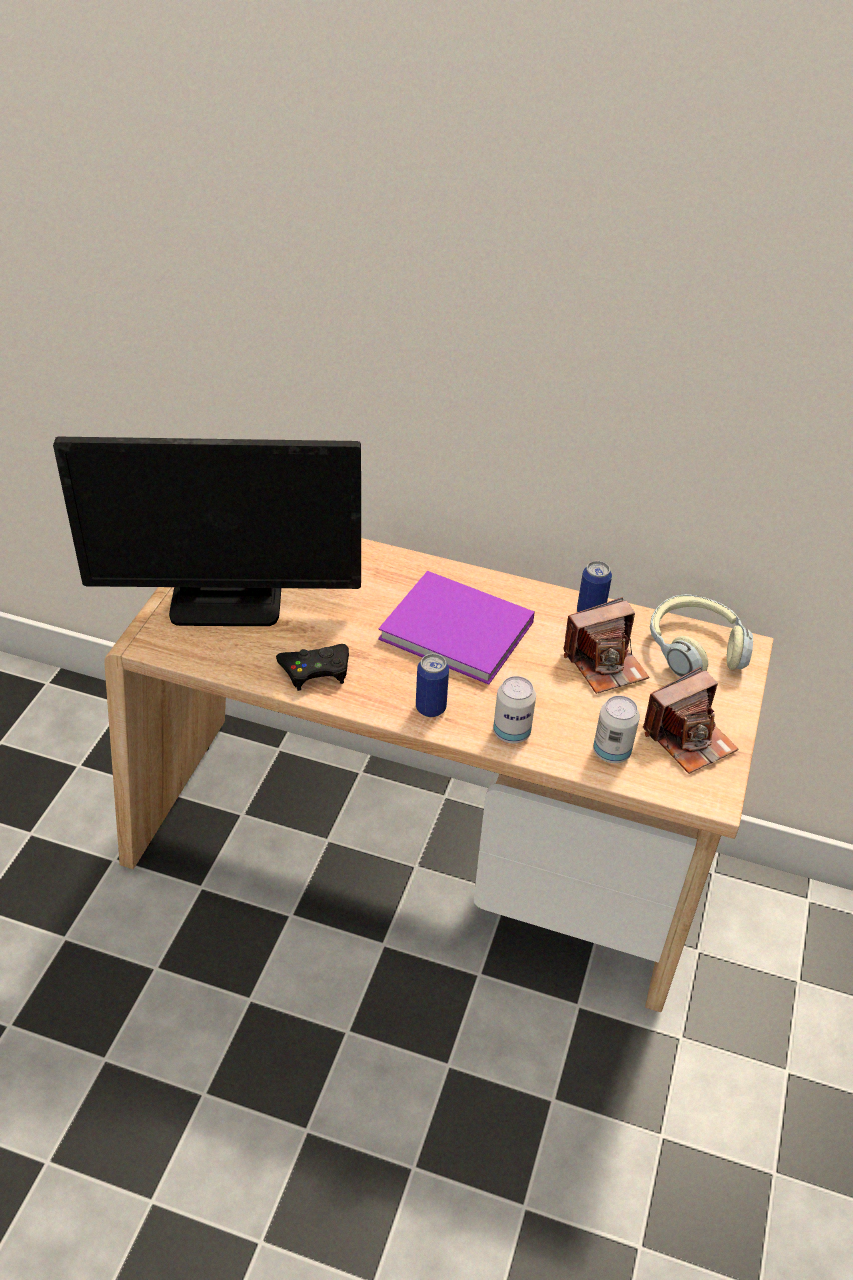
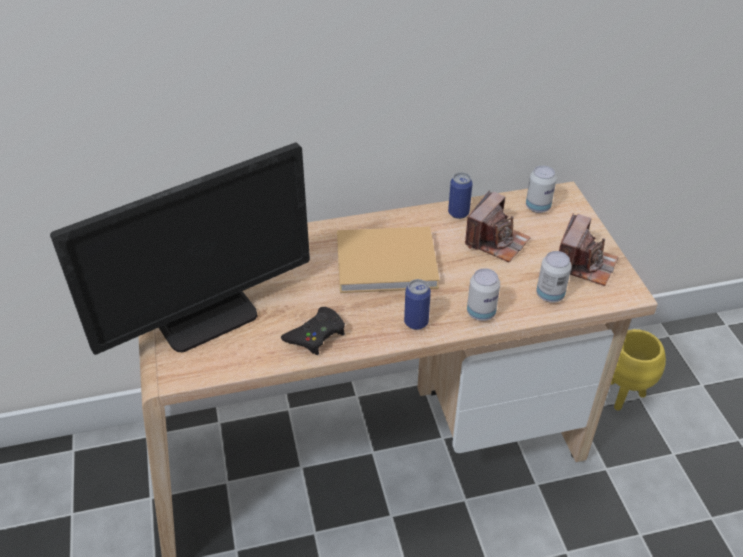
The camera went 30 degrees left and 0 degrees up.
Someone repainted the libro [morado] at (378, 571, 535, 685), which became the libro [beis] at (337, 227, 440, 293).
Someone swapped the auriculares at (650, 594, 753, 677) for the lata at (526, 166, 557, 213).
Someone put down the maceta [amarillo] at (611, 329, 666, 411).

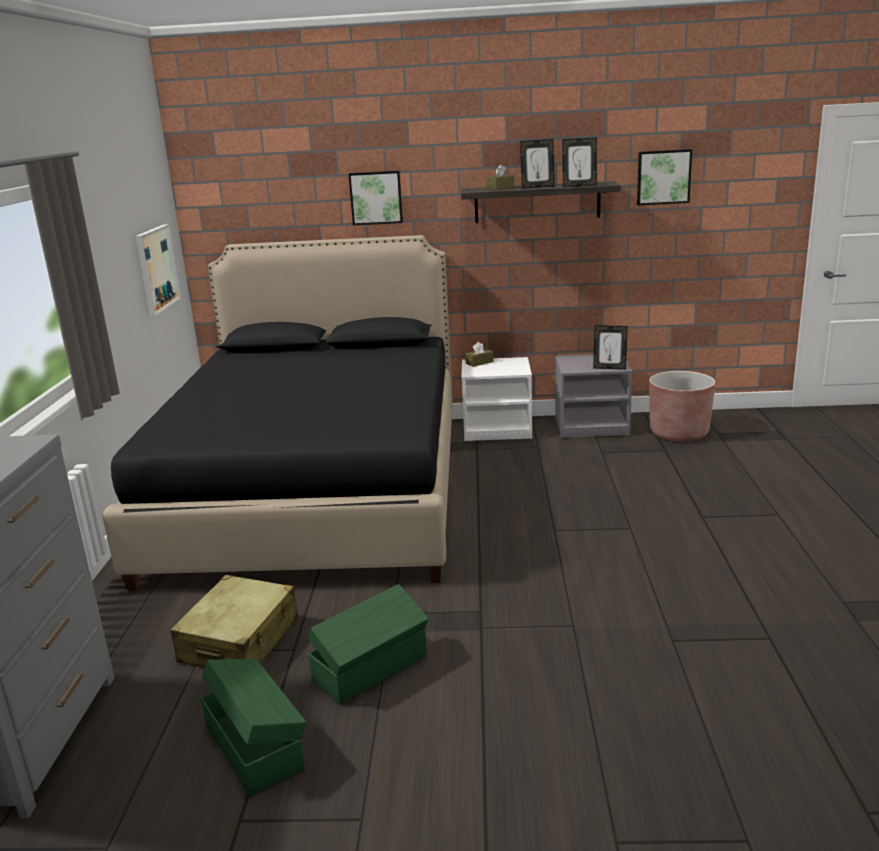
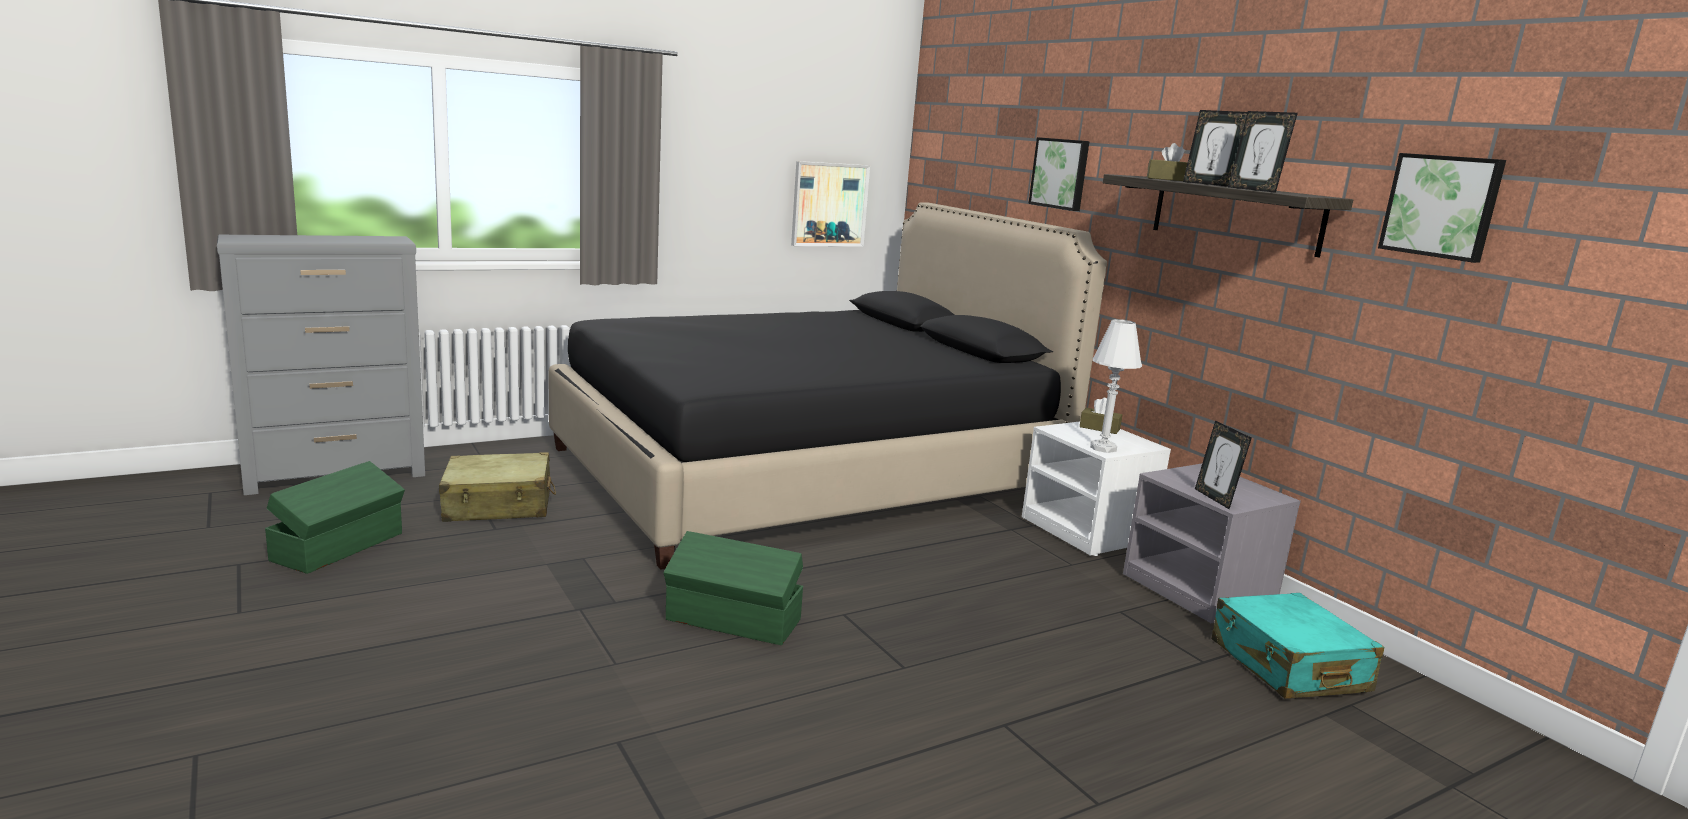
The camera went 55 degrees right and 5 degrees down.
Someone carried the caja de almacenaje [verde] from (308, 584, 428, 705) to (664, 531, 803, 645).
Someone swapped the maceta [marrón] at (649, 371, 715, 442) for the maleta [turquesa] at (1212, 593, 1384, 699).
Someone put down the lámpara de mesa [blanco] at (1090, 319, 1142, 453).

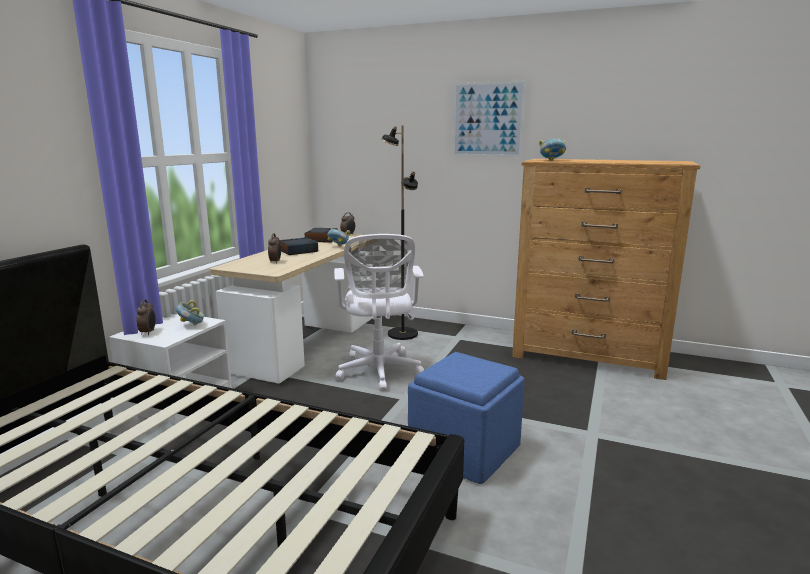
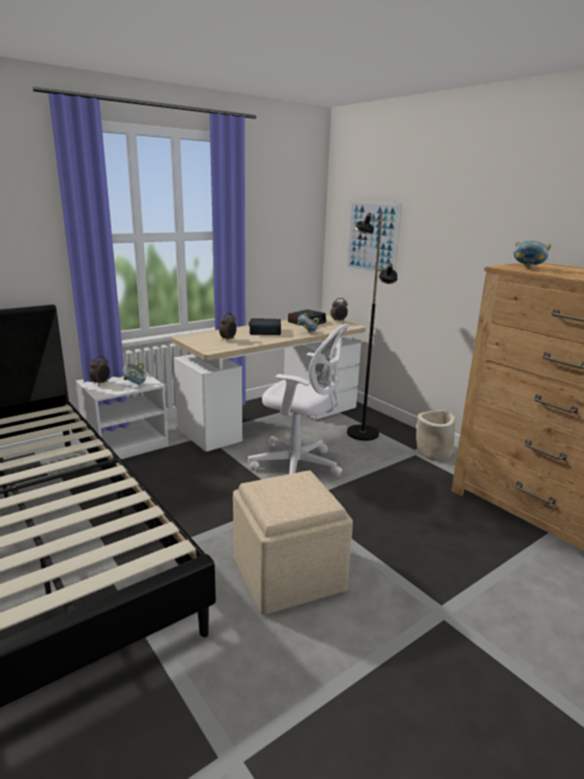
The camera went 30 degrees right and 5 degrees up.
Someone rotated the silla de oficina [blanco] at (334, 234, 424, 391) by 90 degrees counterclockwise.
Someone repainted the puf [azul] at (408, 352, 524, 484), which became the puf [beis] at (233, 470, 353, 614).
Someone carried the cuadro from (452, 81, 526, 157) to (346, 201, 402, 275).
Someone put down the maceta [beis] at (416, 410, 455, 460).

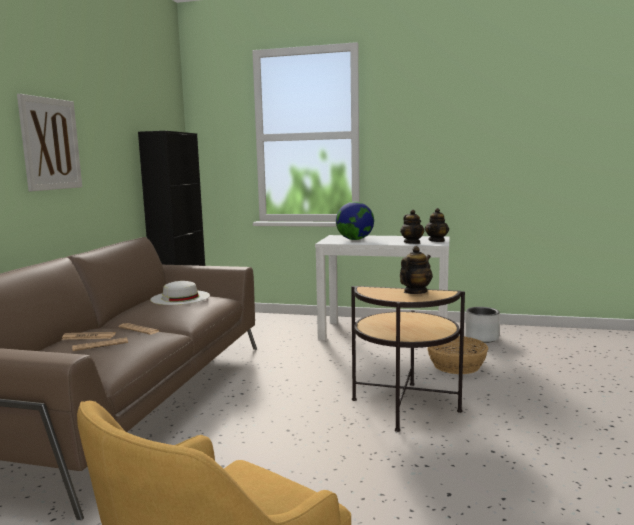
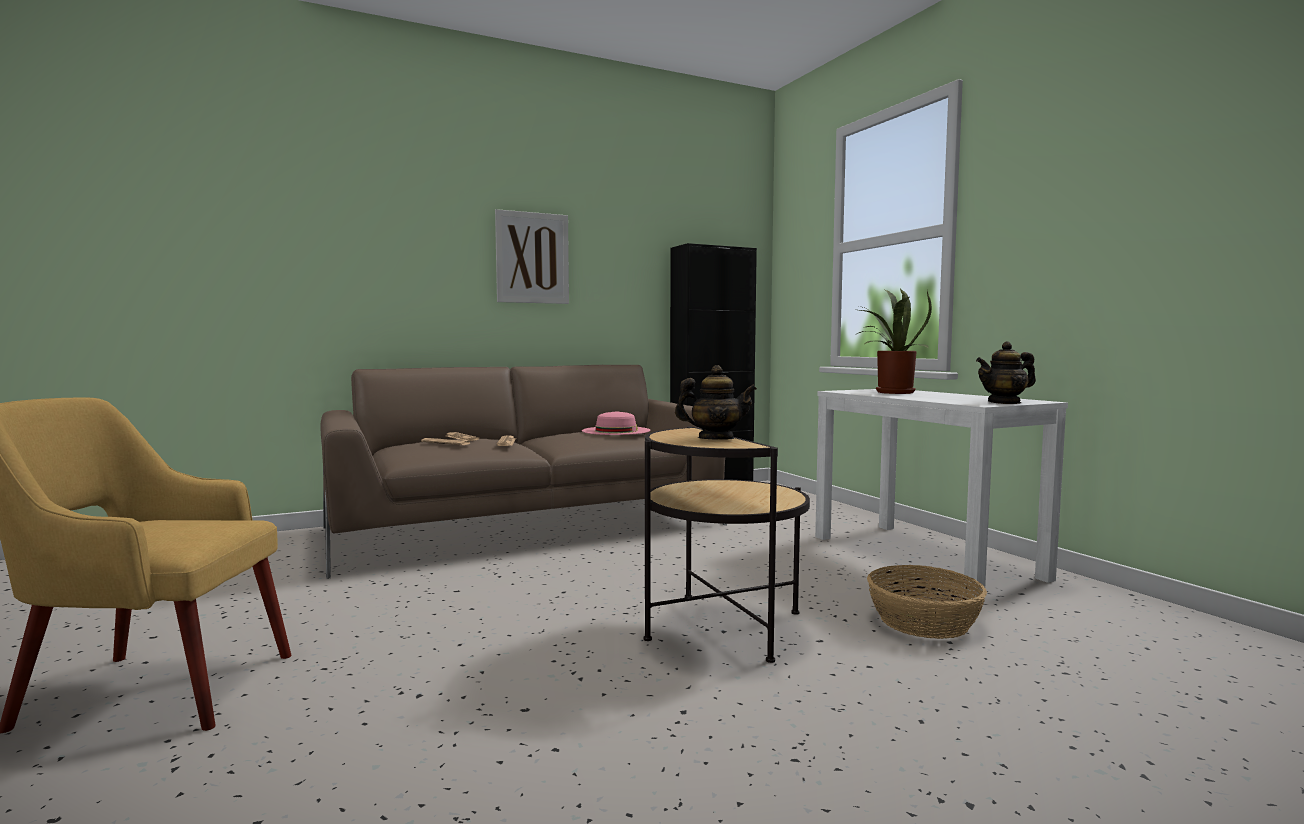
The camera went 50 degrees right and 5 degrees down.
Someone repainted the sombrero [blanco] at (150, 281, 210, 305), which became the sombrero [rosa] at (582, 411, 650, 435).
Someone swapped the globo terráqueo at (336, 202, 374, 240) for the planta en maceta at (854, 289, 932, 394).
Someone took away the tetera at (400, 210, 424, 244).
Someone took away the maceta [gris] at (465, 307, 500, 343).

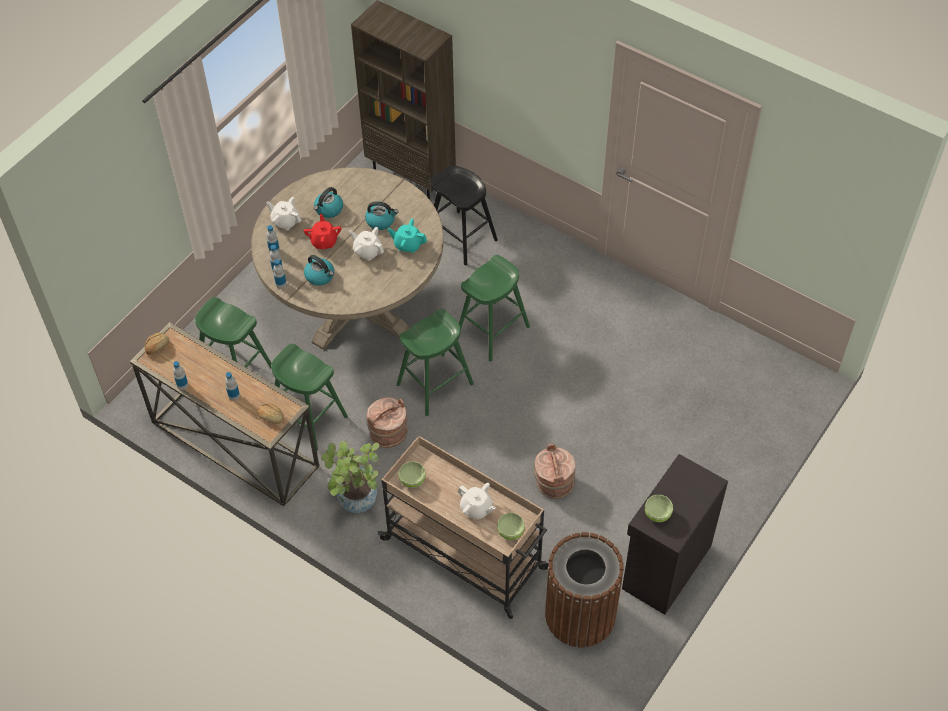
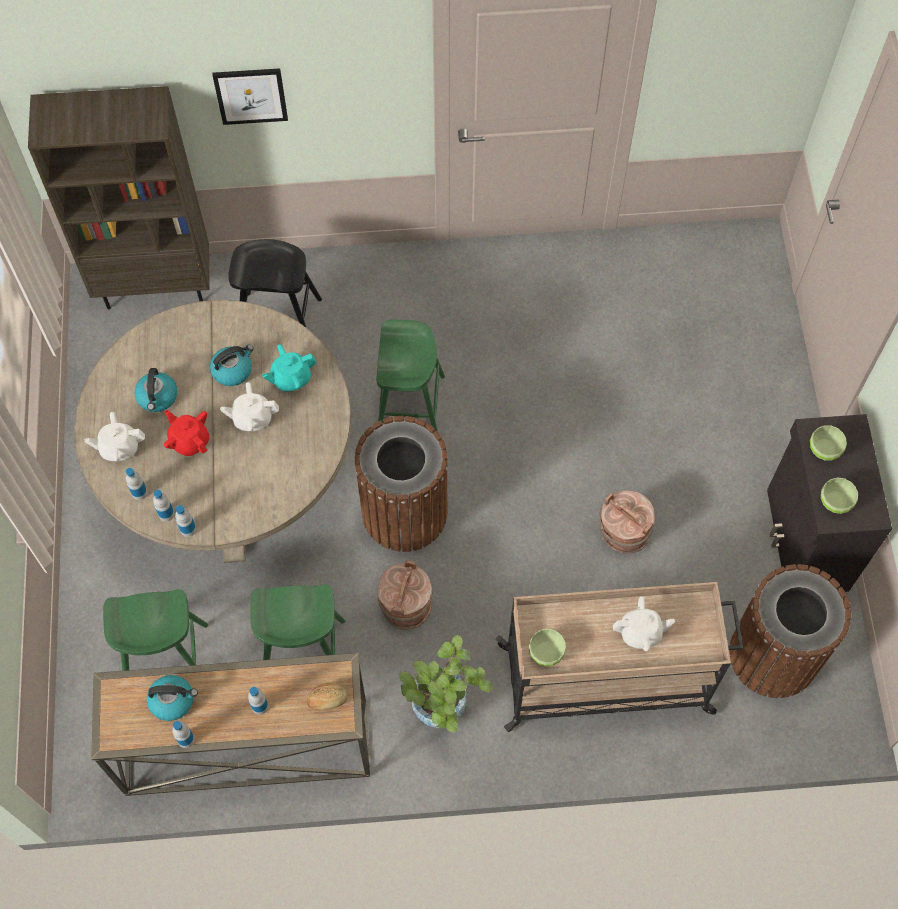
The camera went 40 degrees left and 10 degrees up.
Someone took away the pan at (145, 333, 169, 355).
Someone carried the hervidor from (304, 255, 334, 286) to (147, 675, 198, 721).
Someone swapped the taburete [verde] at (397, 309, 474, 416) for the papelera [marrón] at (354, 416, 448, 552).
Someone carried the cuenco [verde] from (497, 513, 525, 540) to (810, 425, 847, 461).
Someone put up the cuadro at (213, 68, 288, 125).

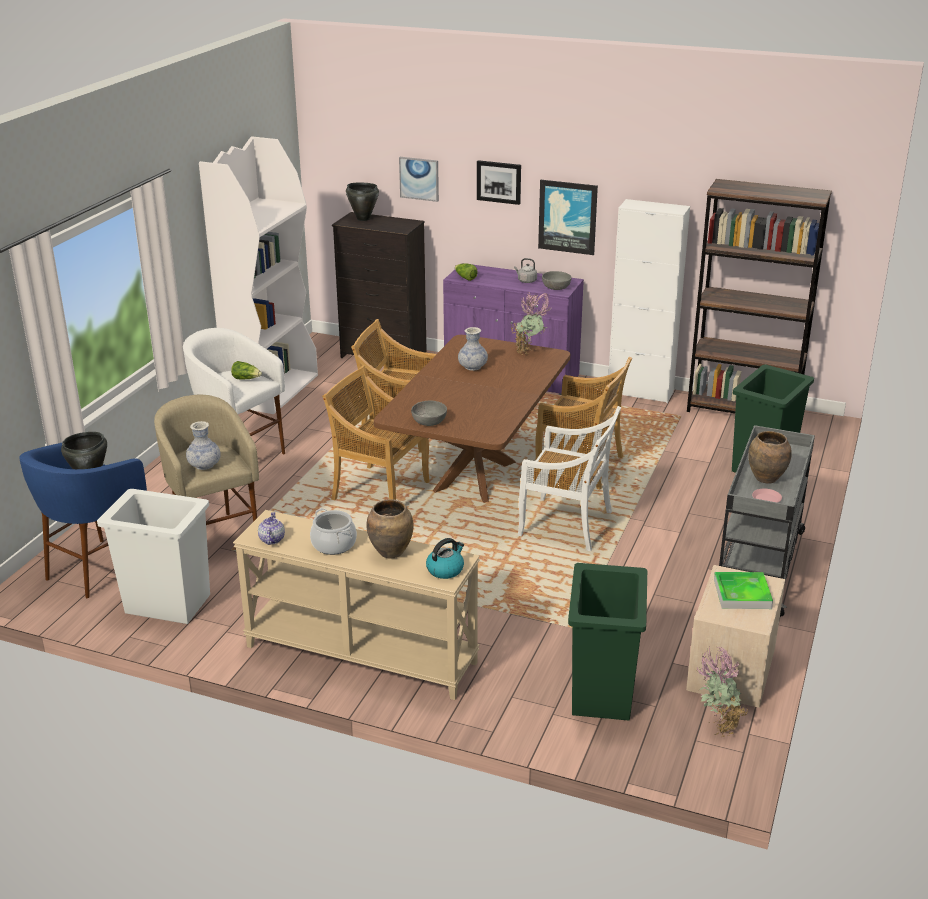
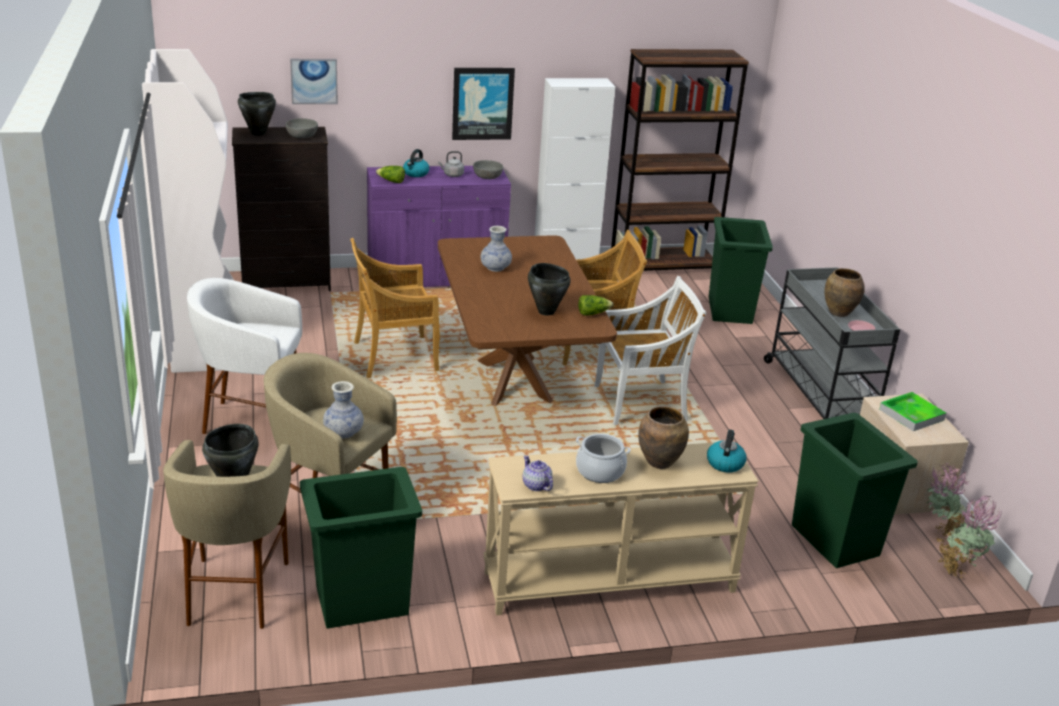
The camera went 35 degrees left and 0 degrees up.
Someone repainted the taburete [azul] at (19, 443, 147, 598), which became the taburete [beis] at (163, 440, 291, 629).
Someone repainted the papelera [blanco] at (97, 489, 210, 624), which became the papelera [verde] at (300, 467, 422, 629).
Someone carried the lechuga from (231, 361, 262, 380) to (578, 295, 613, 316).
Someone took away the silla [beis] at (322, 365, 430, 500).
Someone carried the cuenco [gris] from (411, 401, 447, 426) to (286, 118, 318, 138).
Someone took away the cuadro at (477, 160, 521, 205).
Someone carried the planta en maceta from (511, 293, 552, 355) to (936, 496, 1002, 578).
Someone put down the hervidor at (403, 149, 430, 177).
Someone put down the olla [negro] at (528, 263, 571, 316).

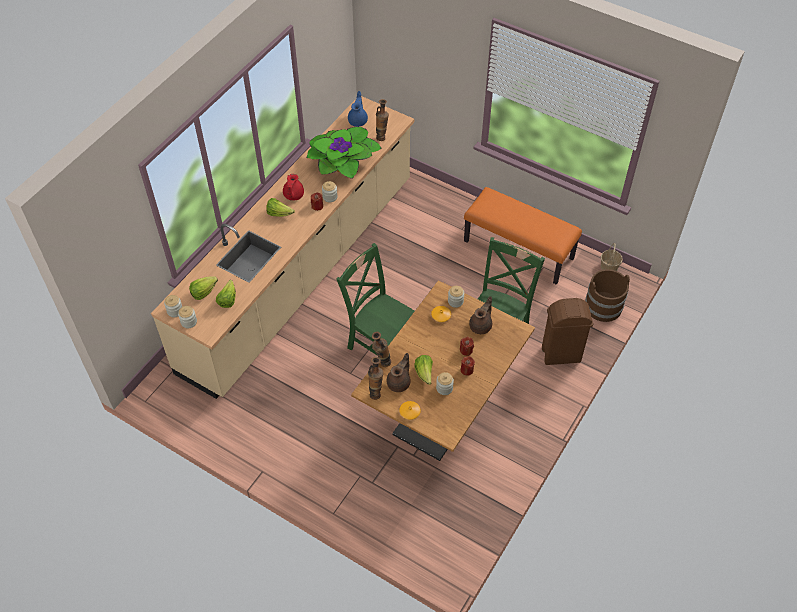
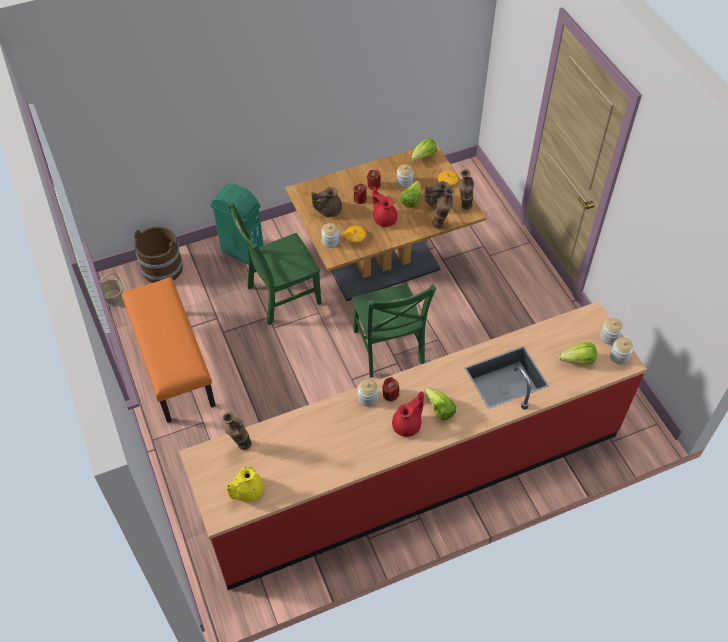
The camera went 145 degrees left and 0 degrees up.
Someone repainted the mueble bajo de cocina [beis] at (151, 96, 414, 399), which became the mueble bajo de cocina [rojo] at (179, 301, 647, 590).
Someone carried the lechuga from (216, 280, 236, 308) to (412, 138, 437, 161).
Someone took away the planta en maceta at (307, 127, 382, 179).
Someone repainted the tetera [azul] at (348, 91, 368, 127), which became the tetera [amarillo] at (226, 466, 263, 502).
Someone repainted the papelera [marrón] at (542, 298, 593, 365), which became the papelera [verde] at (210, 184, 264, 265).
Someone put down the tetera [rojo] at (372, 187, 398, 227).

